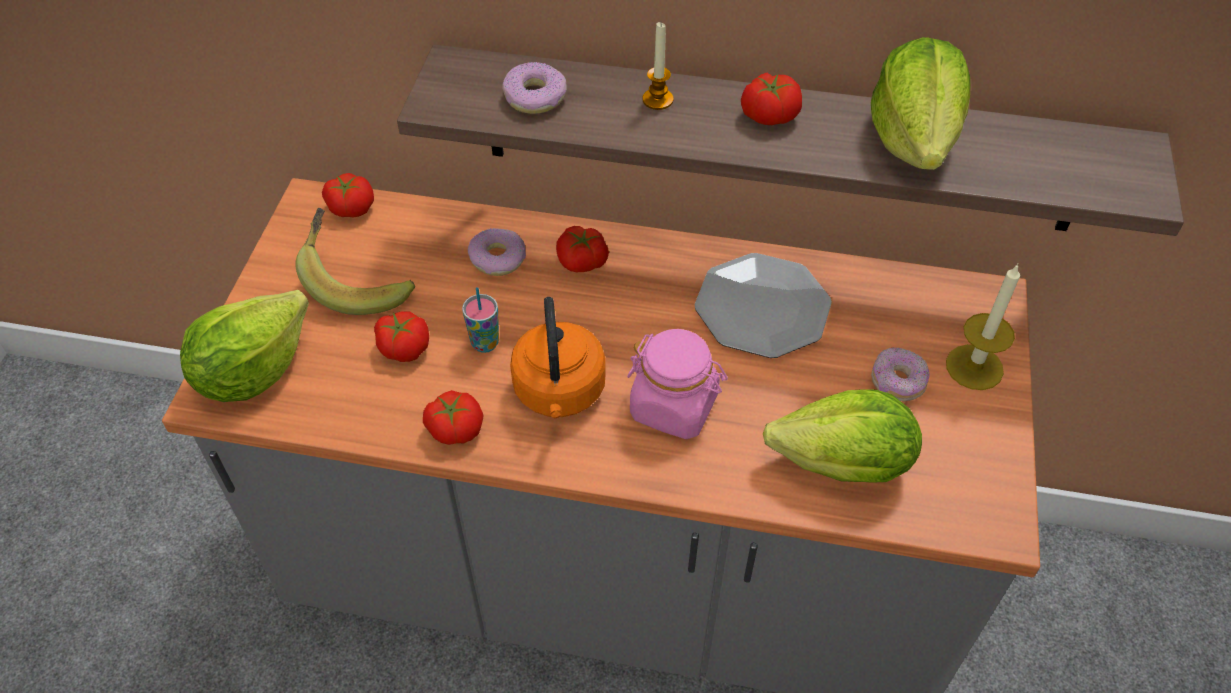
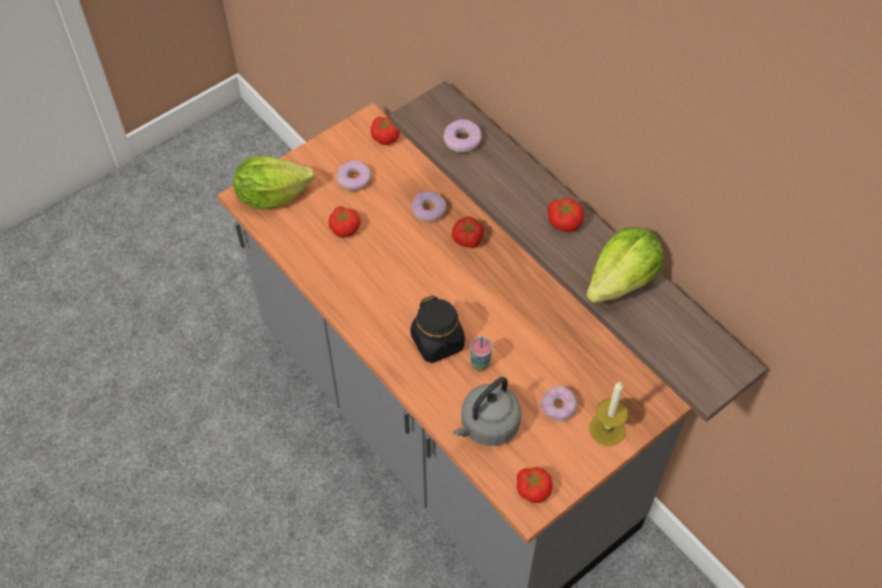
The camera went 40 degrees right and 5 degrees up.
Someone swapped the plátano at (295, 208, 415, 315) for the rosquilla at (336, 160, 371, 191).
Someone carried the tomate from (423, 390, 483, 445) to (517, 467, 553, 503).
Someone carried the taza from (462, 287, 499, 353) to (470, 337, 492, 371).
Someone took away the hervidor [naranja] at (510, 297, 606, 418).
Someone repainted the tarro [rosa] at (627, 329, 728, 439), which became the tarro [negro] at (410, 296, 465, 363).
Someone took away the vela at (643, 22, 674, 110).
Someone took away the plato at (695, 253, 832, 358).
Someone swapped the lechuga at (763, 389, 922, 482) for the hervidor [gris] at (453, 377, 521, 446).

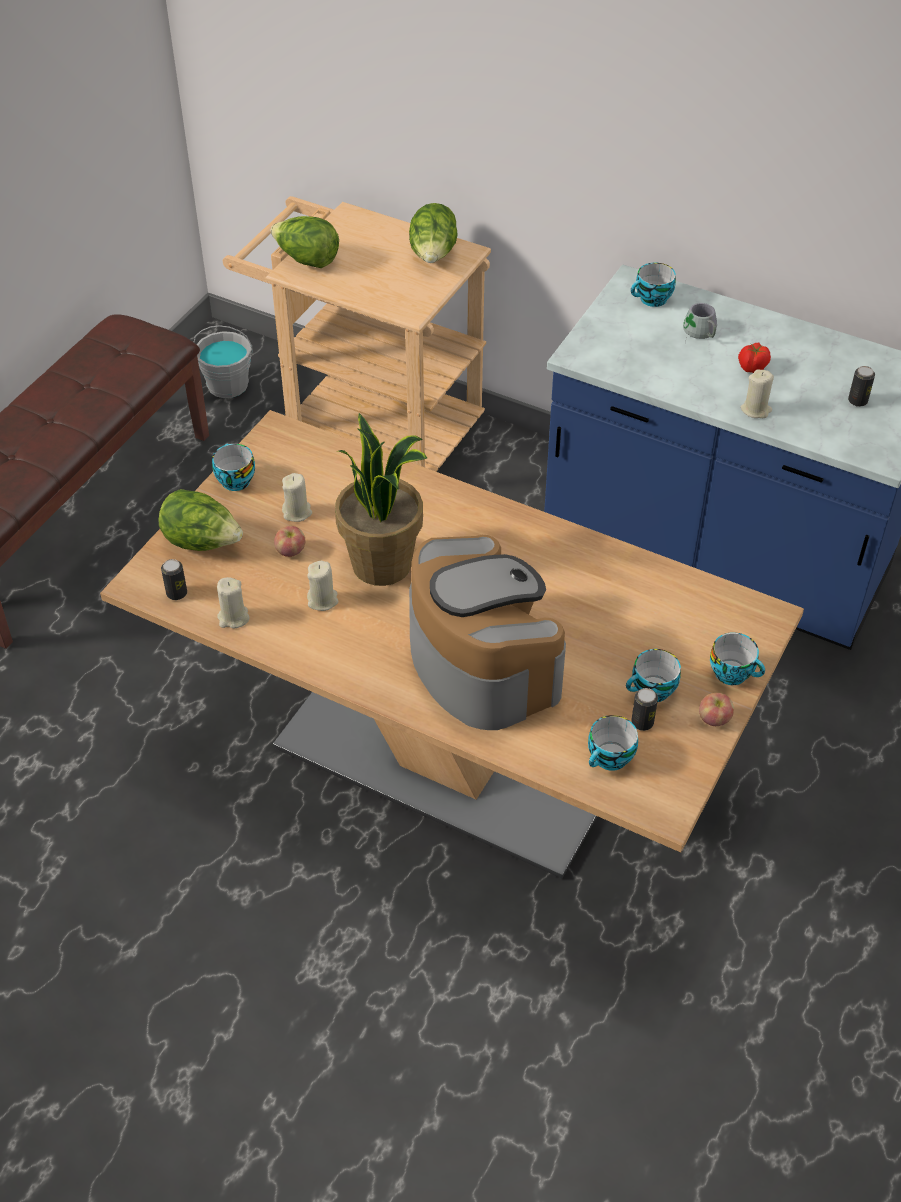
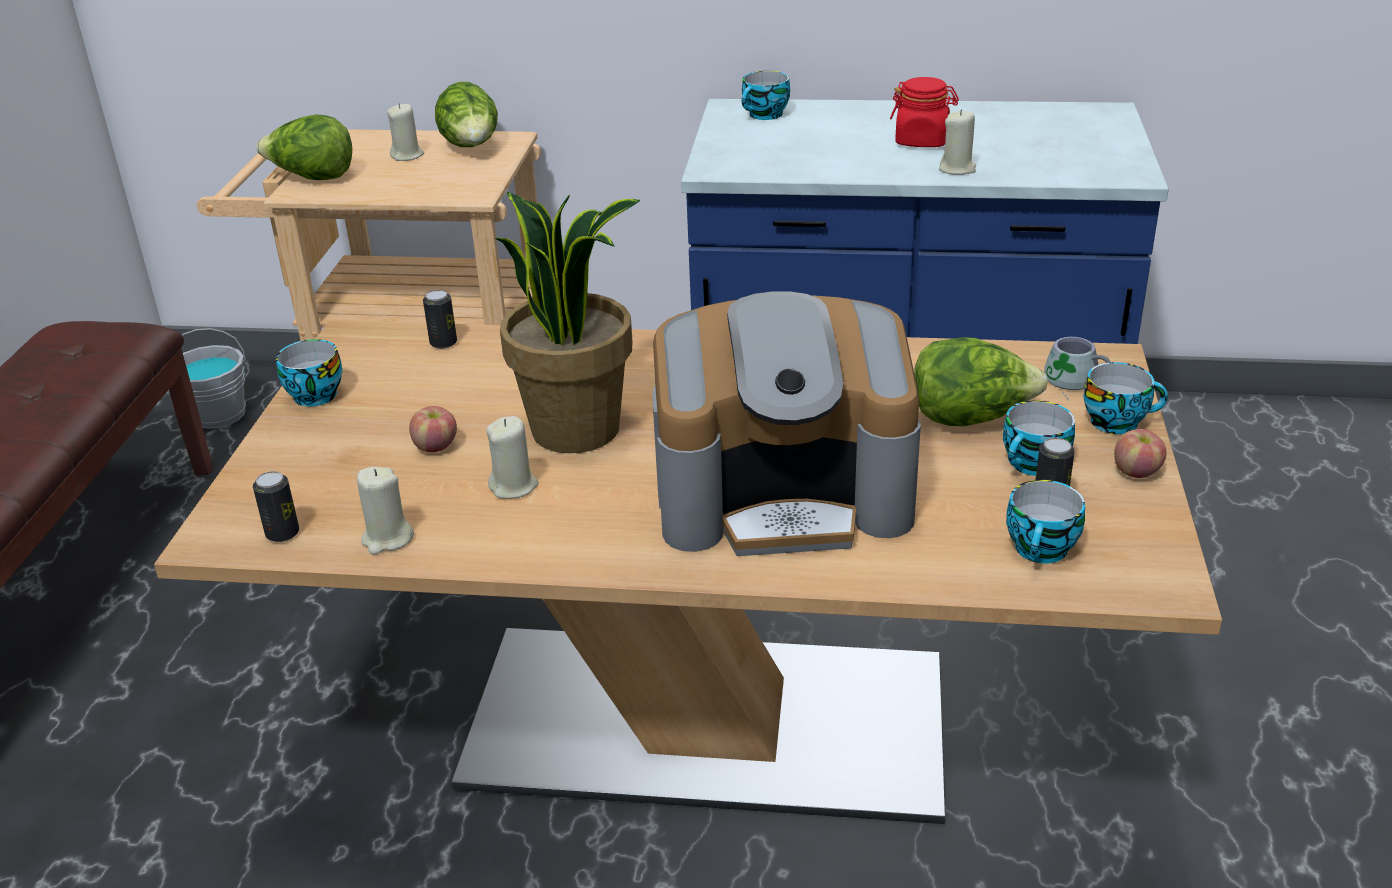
The camera went 20 degrees left and 15 degrees down.
Someone carried the lechuga from (158, 489, 243, 551) to (914, 337, 1048, 426).
Someone carried the vela [beis] from (282, 473, 312, 522) to (387, 103, 424, 161).
Someone rotated the cafetera at (409, 535, 566, 730) by 135 degrees clockwise.
Someone carried the taza grande [gris] from (683, 303, 717, 344) to (1044, 337, 1110, 400).
Someone swapped the tomate at (738, 343, 771, 373) for the tarro [rojo] at (890, 77, 959, 147).
Someone carried the lata from (848, 366, 875, 407) to (423, 290, 457, 349).

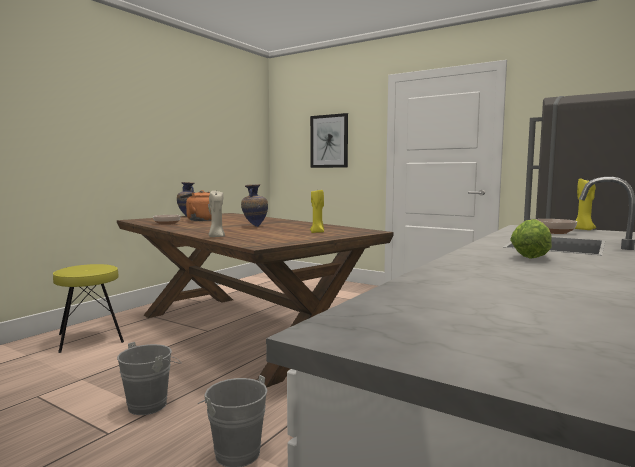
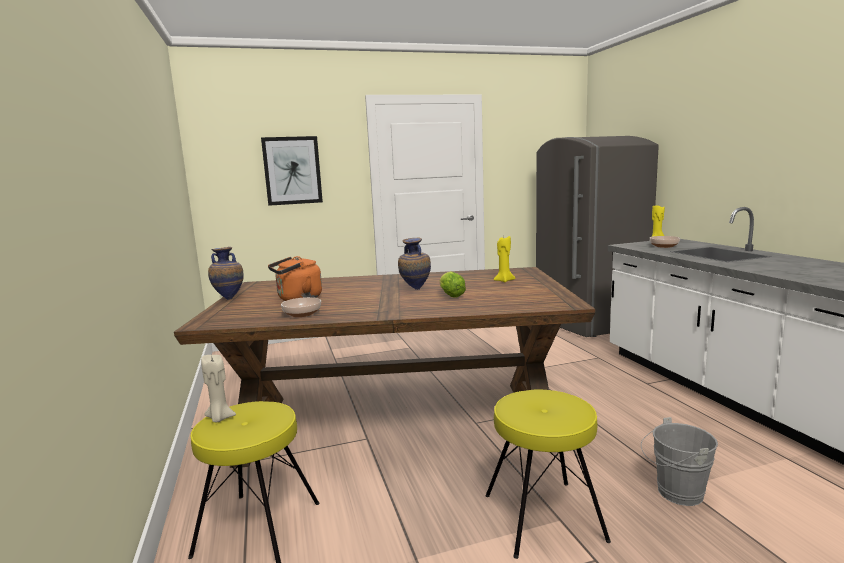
The camera went 50 degrees left and 5 degrees up.
Someone swapped the cubo [gris] at (117, 342, 182, 415) for the taburete [amarillo] at (485, 390, 611, 559).
Someone carried the vela [beis] from (209, 191, 225, 237) to (201, 354, 236, 422).
Someone carried the lechuga from (510, 219, 552, 259) to (440, 271, 466, 298).

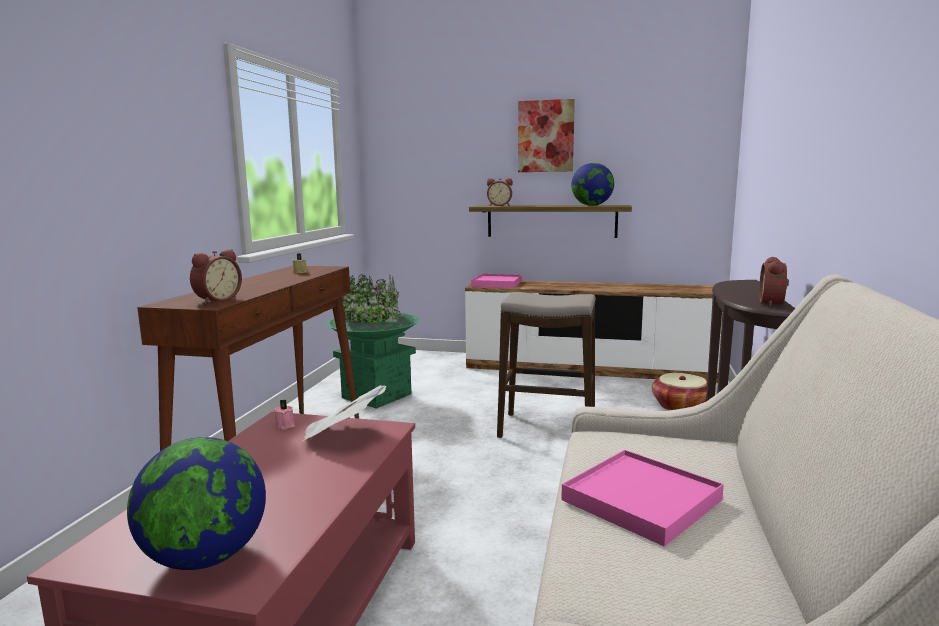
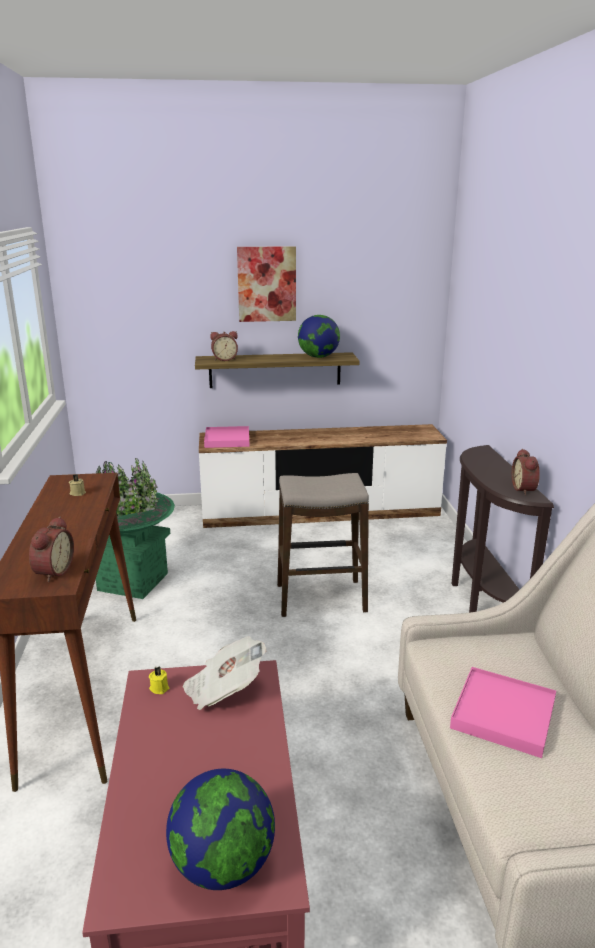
The camera went 20 degrees left and 10 degrees up.
Someone repainted the vela [rosa] at (274, 400, 295, 429), which became the vela [amarillo] at (149, 666, 169, 694).
Someone took away the cesta at (652, 373, 707, 410).

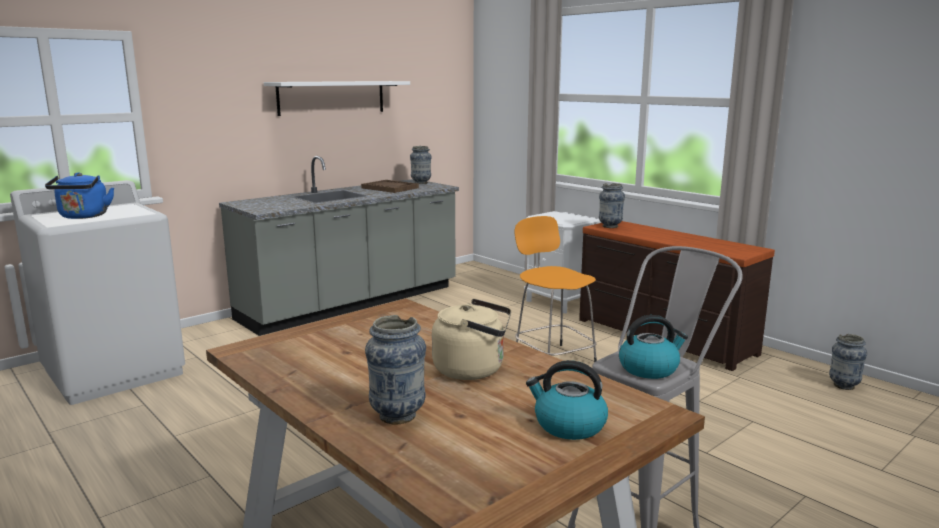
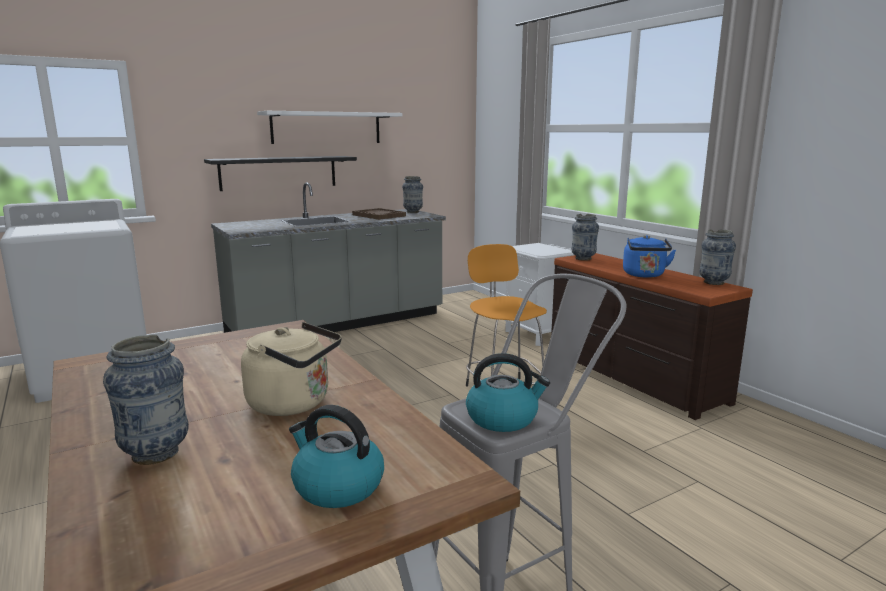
The camera went 10 degrees right and 0 degrees up.
Someone carried the hervidor [azul] from (45, 172, 114, 219) to (623, 235, 676, 278).
Someone carried the florero from (829, 334, 867, 390) to (699, 229, 736, 285).
Someone put up the estante [negro] at (204, 156, 357, 191).

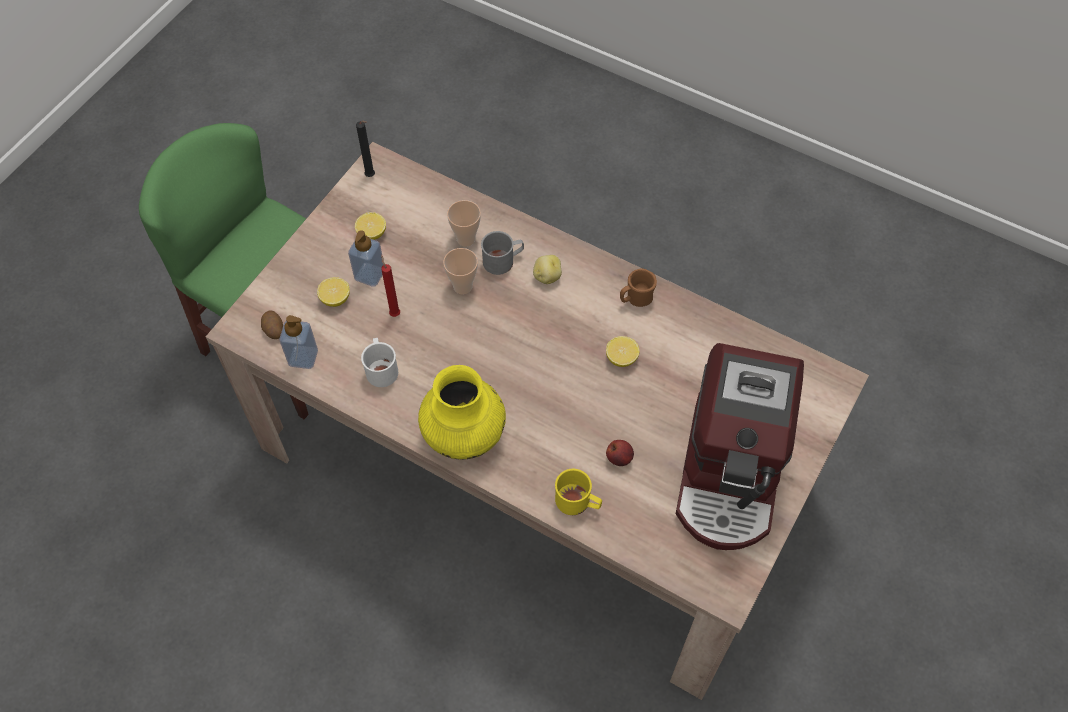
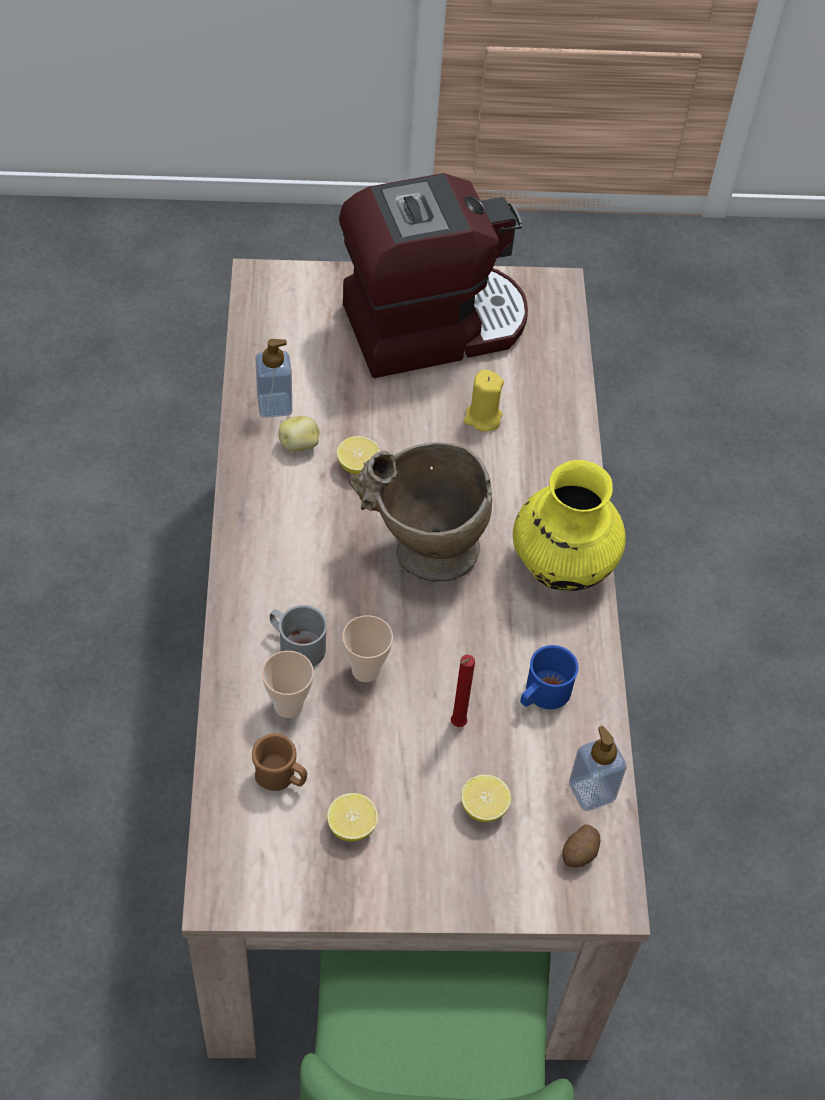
The camera went 125 degrees left and 5 degrees down.
Someone carried the dispensador de jabón from (348, 230, 383, 287) to (255, 339, 292, 418).
Someone took away the vela [negro] at (356, 121, 375, 177).
Someone repainted the taza grande [blanco] at (361, 338, 398, 387), which became the taza grande [azul] at (520, 645, 579, 709).
Someone carried the patata from (533, 255, 562, 284) to (278, 416, 320, 452).
Someone took away the taza grande [amarillo] at (555, 469, 602, 515).
Someone swapped the manzana at (606, 440, 634, 466) for the vela [amarillo] at (464, 370, 504, 432).
Someone carried the taza grande [marrón] from (620, 268, 657, 307) to (252, 733, 307, 791).
Someone put down the florero [beis] at (349, 442, 492, 582).

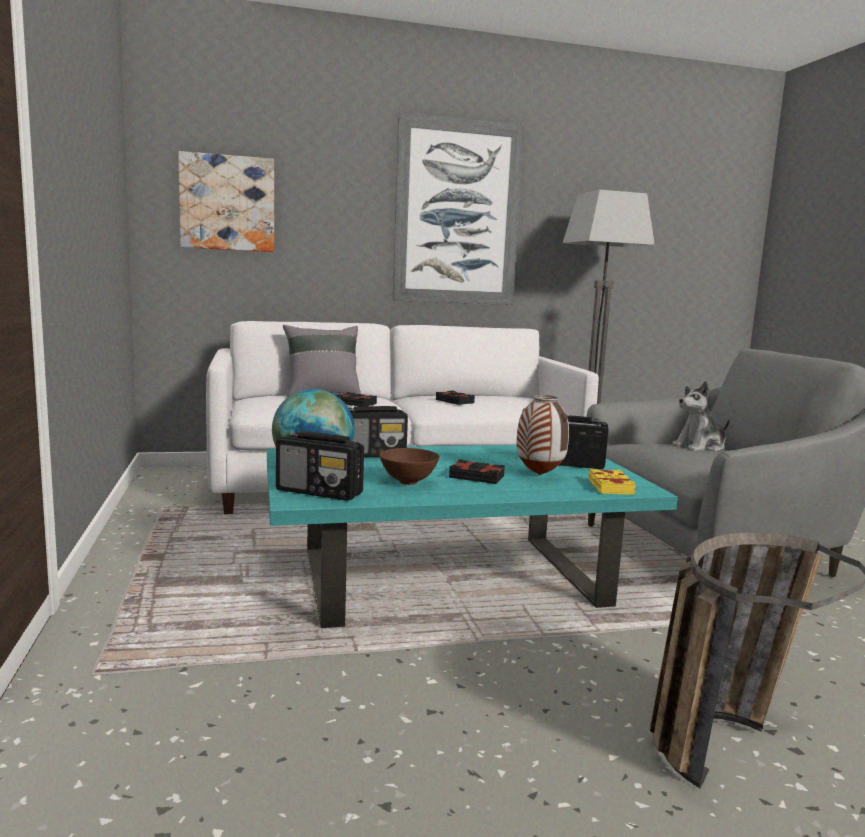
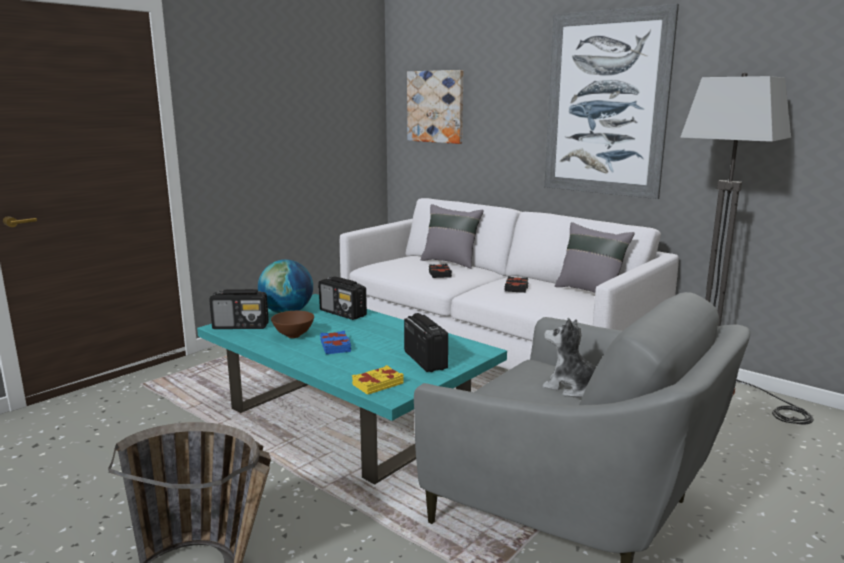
The camera went 55 degrees right and 5 degrees up.
Someone rotated the radio at (276, 431, 364, 501) by 75 degrees counterclockwise.
Someone repainted the libro [negro] at (449, 459, 505, 484), which became the libro [azul] at (320, 331, 351, 354).
Someone took away the florero at (517, 395, 569, 475).
Someone put down the cojín [gris] at (555, 222, 634, 293).

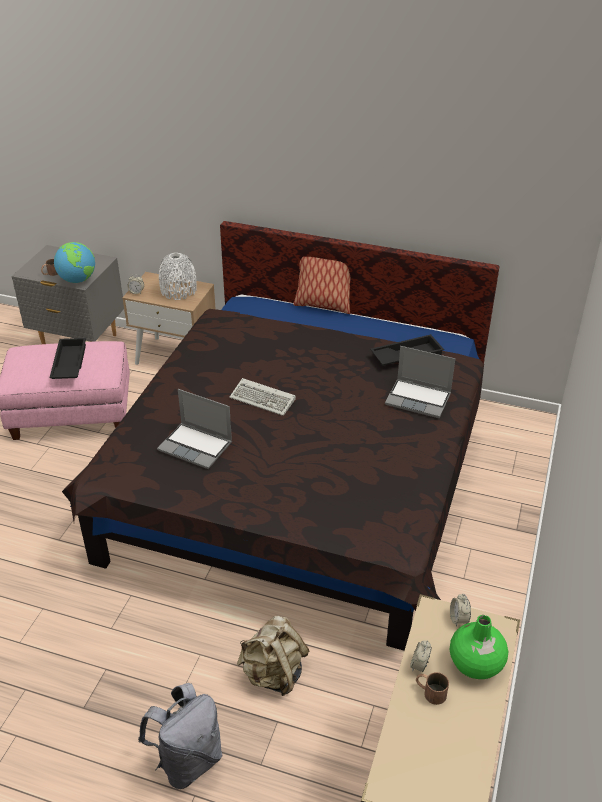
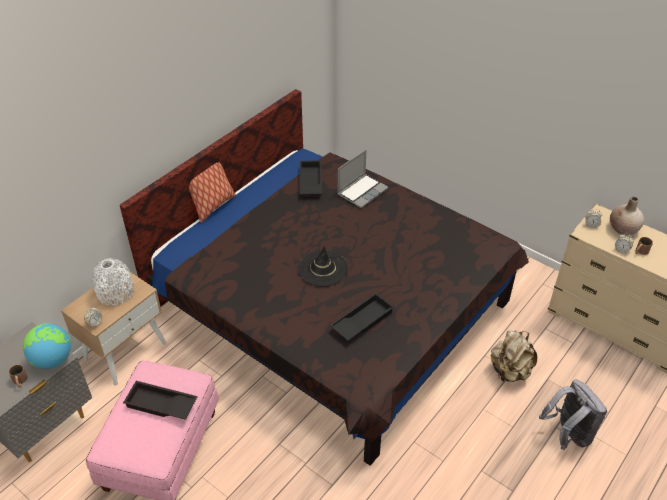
The camera went 70 degrees left and 5 degrees up.
Someone swapped the portátil at (157, 389, 232, 469) for the bandeja [negro] at (329, 293, 394, 341).
Someone swapped the teclado at (229, 378, 296, 416) for the sombrero [negro] at (297, 246, 348, 287).
Someone repainted the florero [verde] at (450, 615, 508, 679), which became the florero [beis] at (610, 196, 644, 235).

